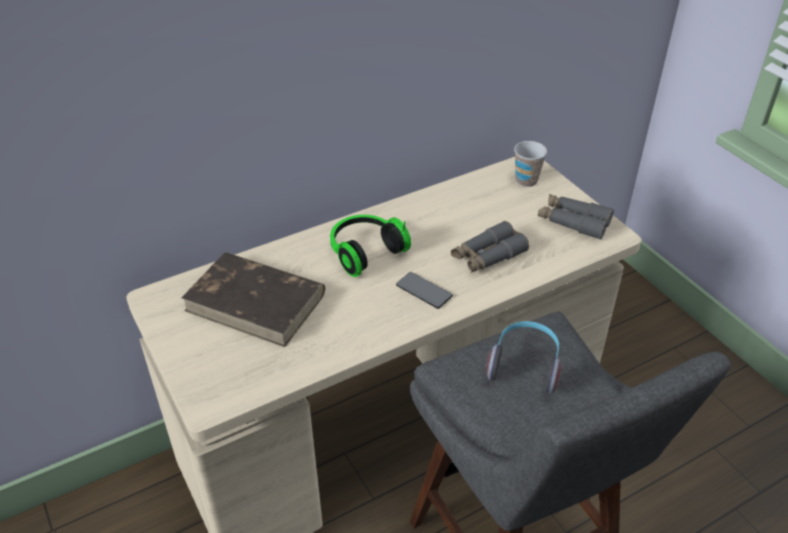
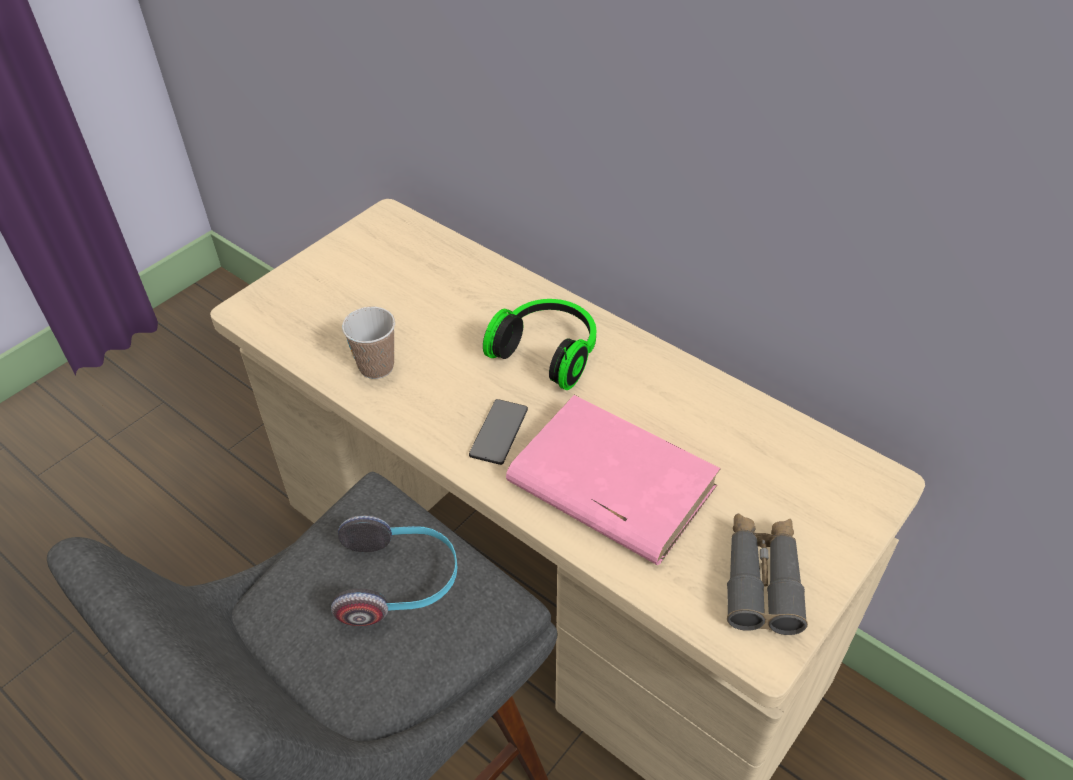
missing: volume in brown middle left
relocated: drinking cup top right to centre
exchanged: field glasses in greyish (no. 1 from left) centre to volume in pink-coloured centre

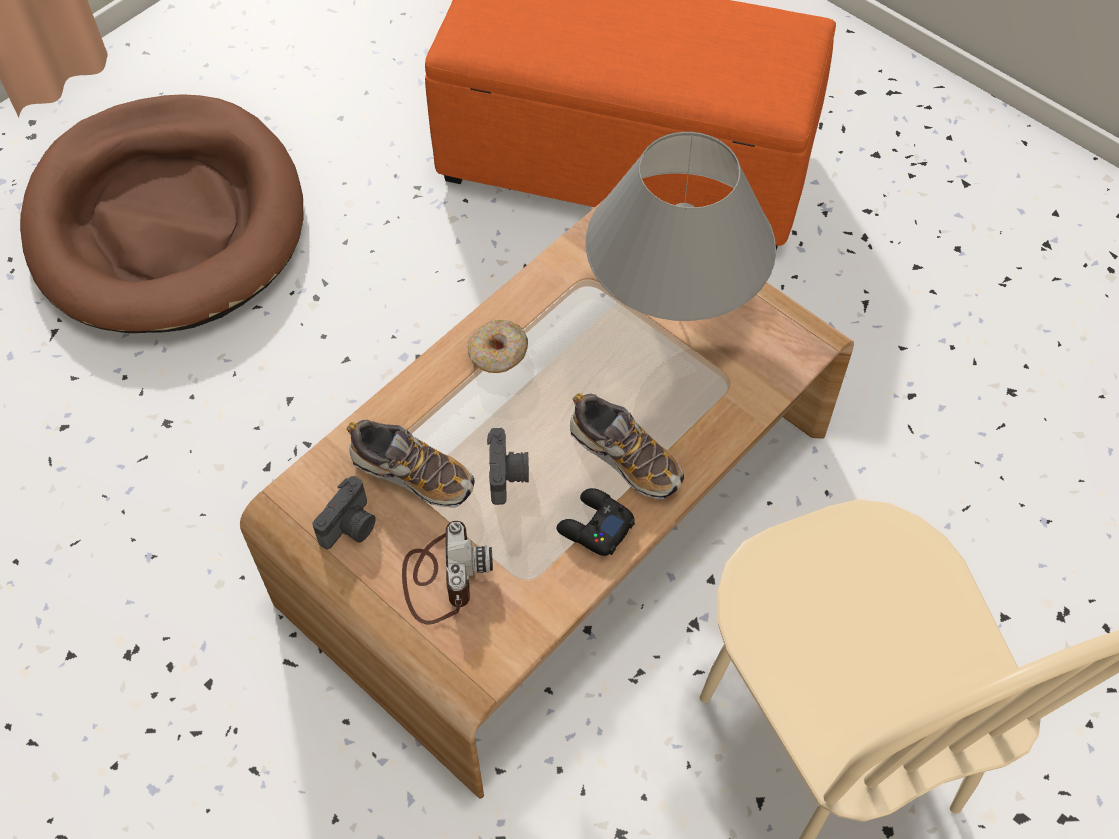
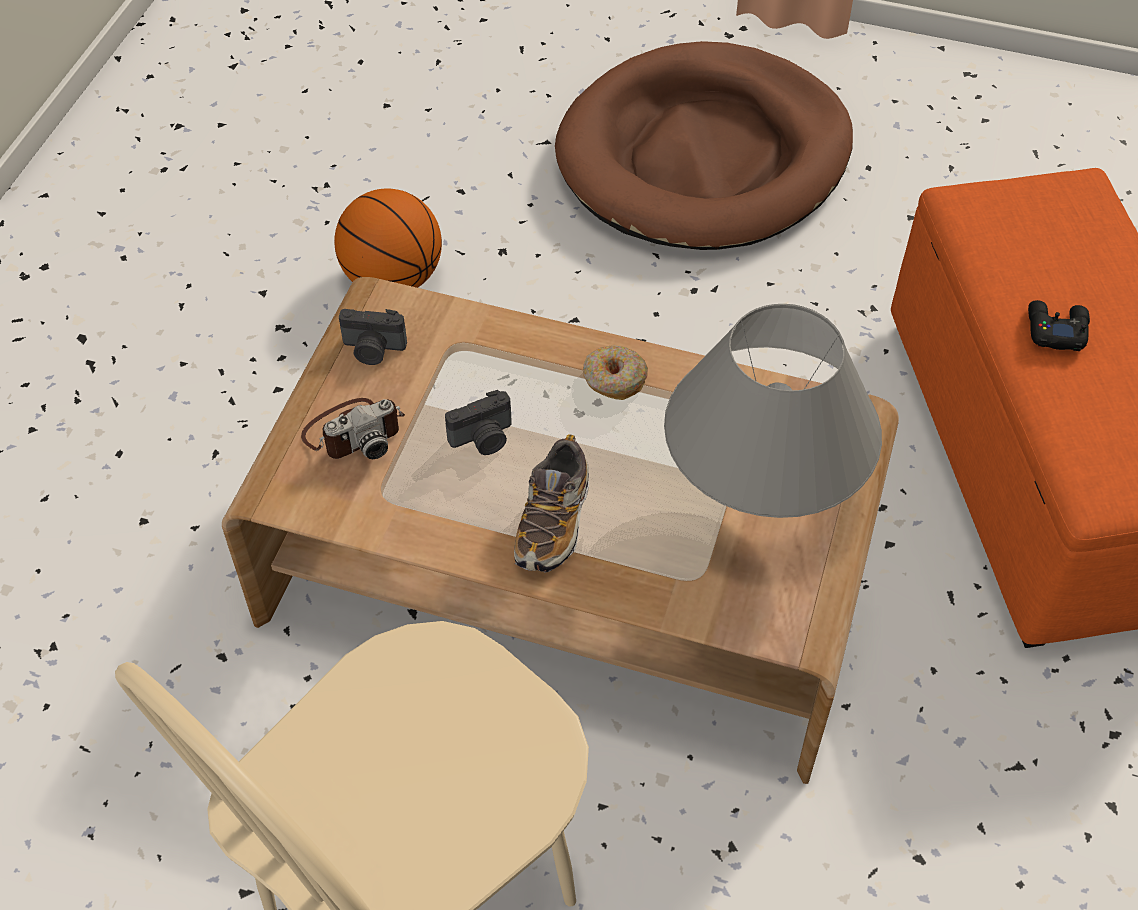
missing: shoe (no. 1 from left) centre
appeared: ball for basketball top centre
relocated: joypad in black centre to middle right

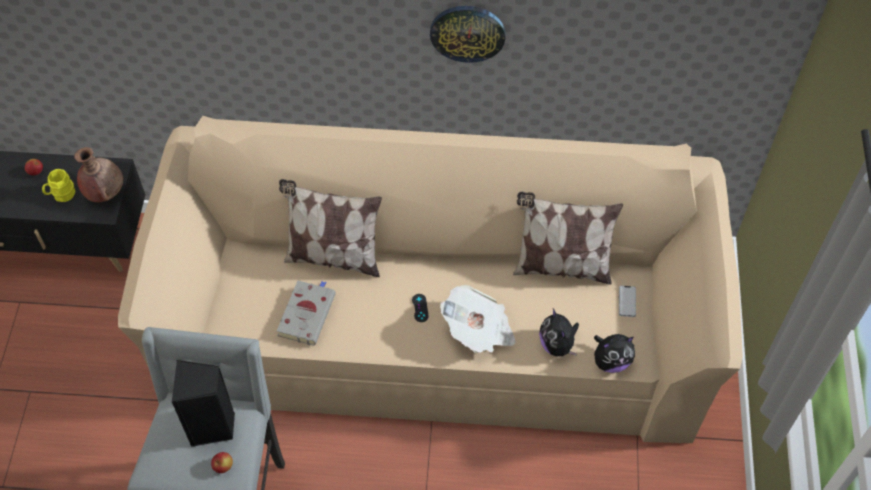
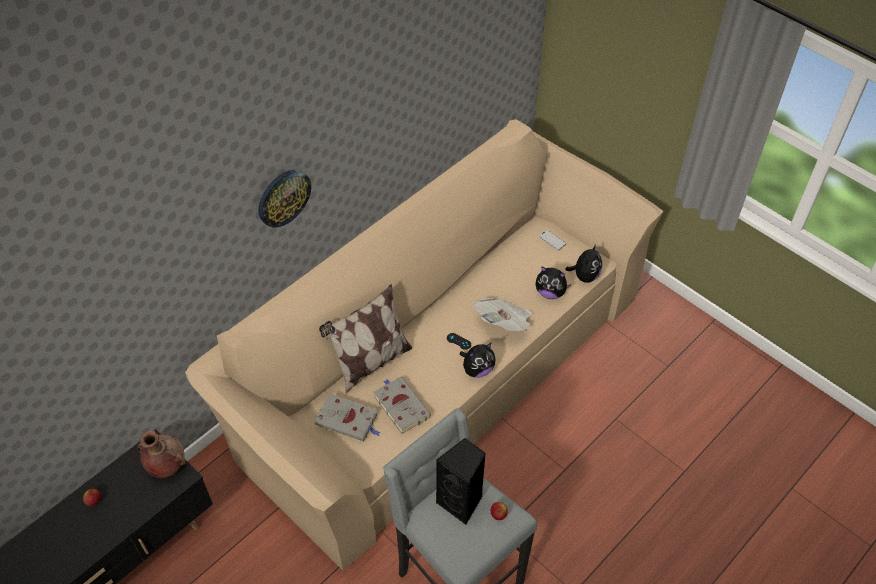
missing: mug in yellow-coloured middle left; throw pillow (no. 2 from left) centre
appeared: volume in greyish (no. 1 from left) bottom centre; cuddly toy (no. 1 from left) centre
relocated: wall clock top centre to middle left

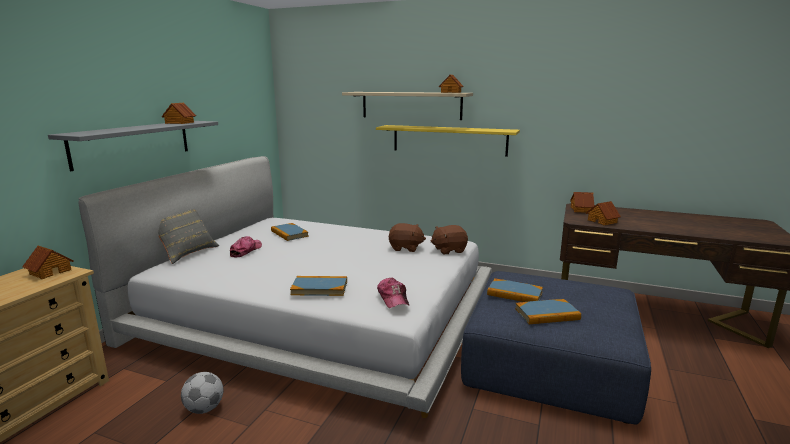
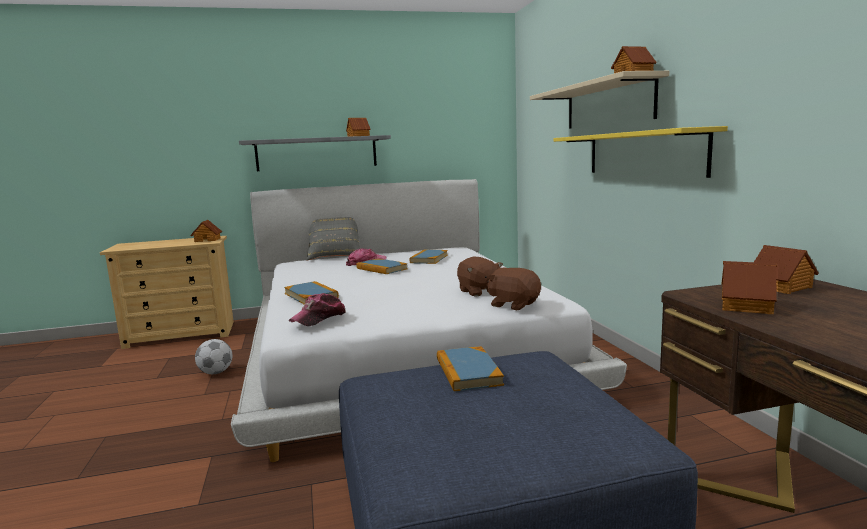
relocated: volume (no. 4 from left in the first image) bottom right to volume (no. 2 from left) centre

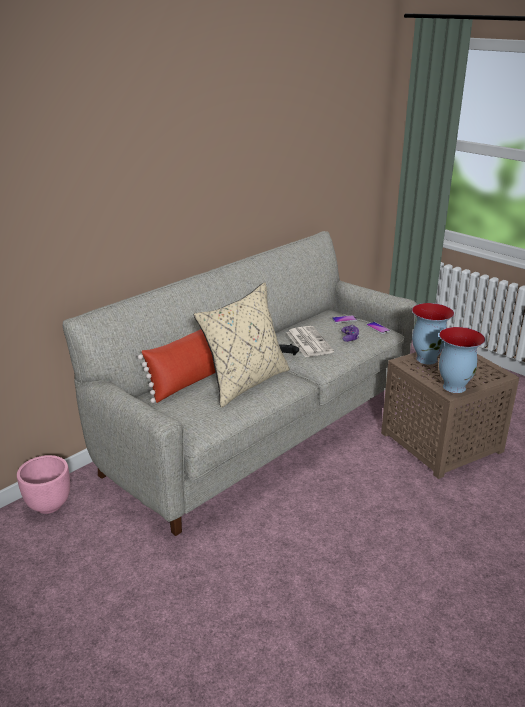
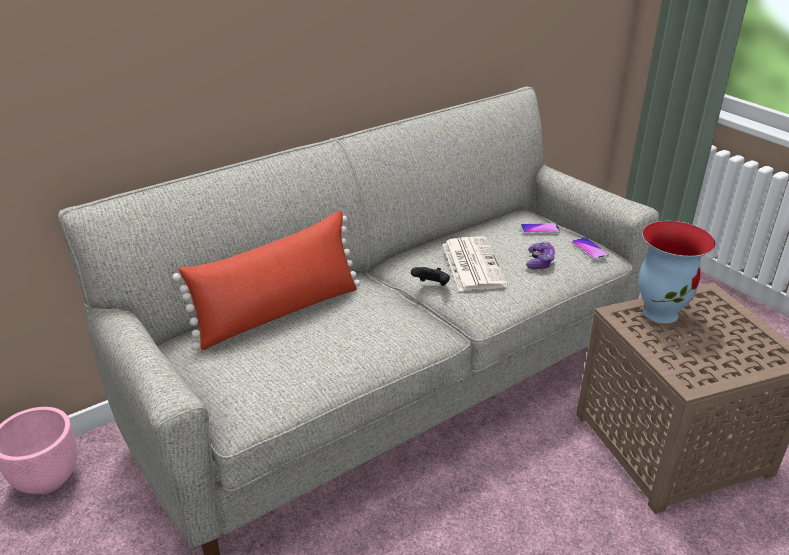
missing: throw pillow in beige centre; flower vase (no. 2 from left) middle right

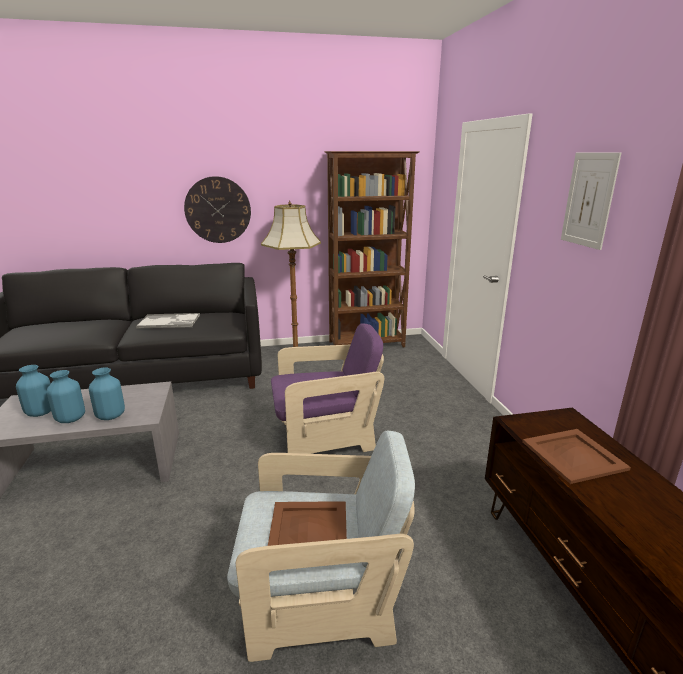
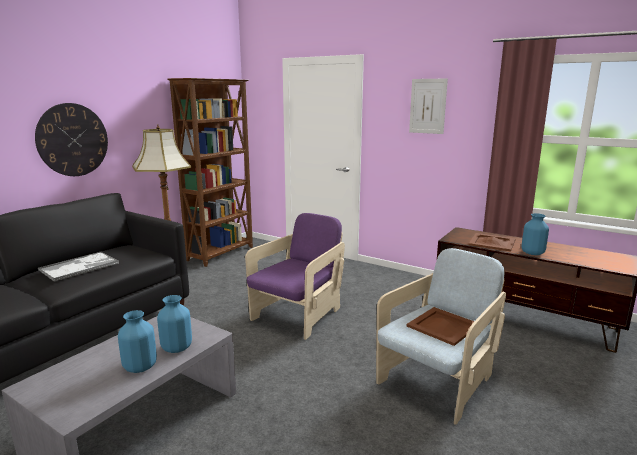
relocated: flower vase in blue (no. 1 from left in the first image) middle left to flower vase in blue (no. 3 from left) middle right

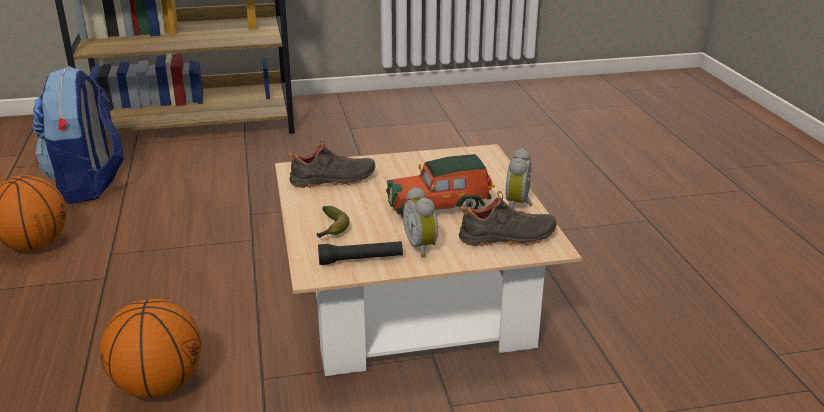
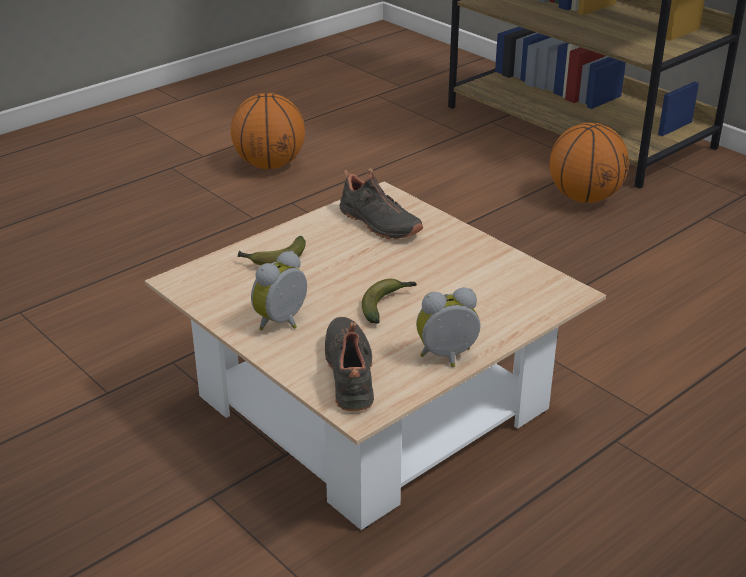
missing: knapsack top left; flashlight in black centre
relocated: ball for basketball (no. 2 from left) bottom left to top right
exchanged: miniature car centre to banana fruit (no. 2 from left) centre
spun: shoe in black (no. 2 from left in the first image) centre = centre 150 degrees counterclockwise

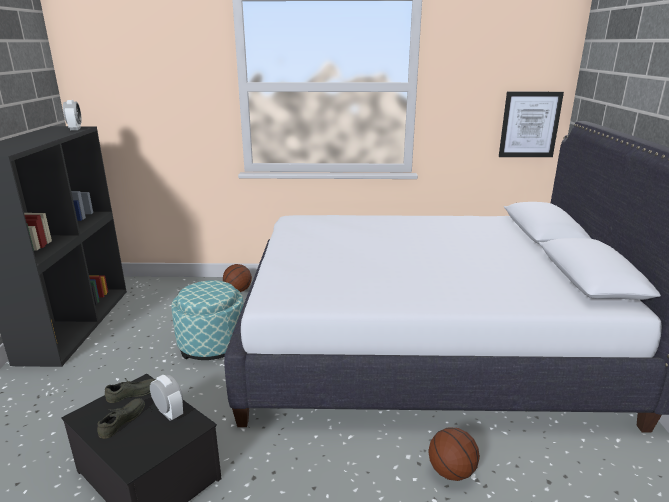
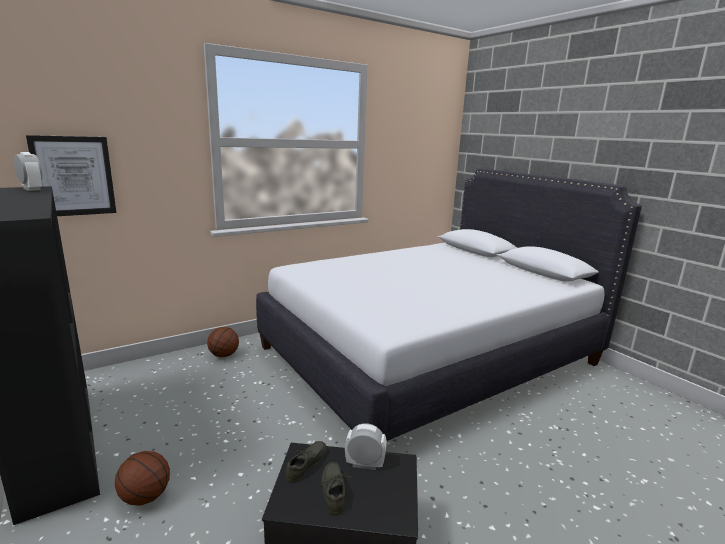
missing: footrest middle left
relocated: ball for basketball (no. 2 from left in the first image) bottom right to ball for basketball (no. 1 from left) bottom left; picture top right to top left

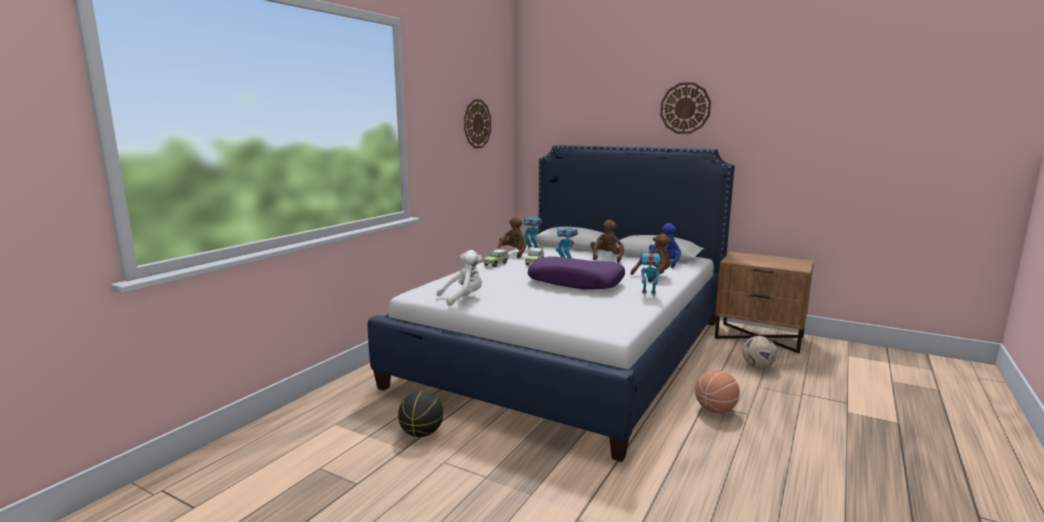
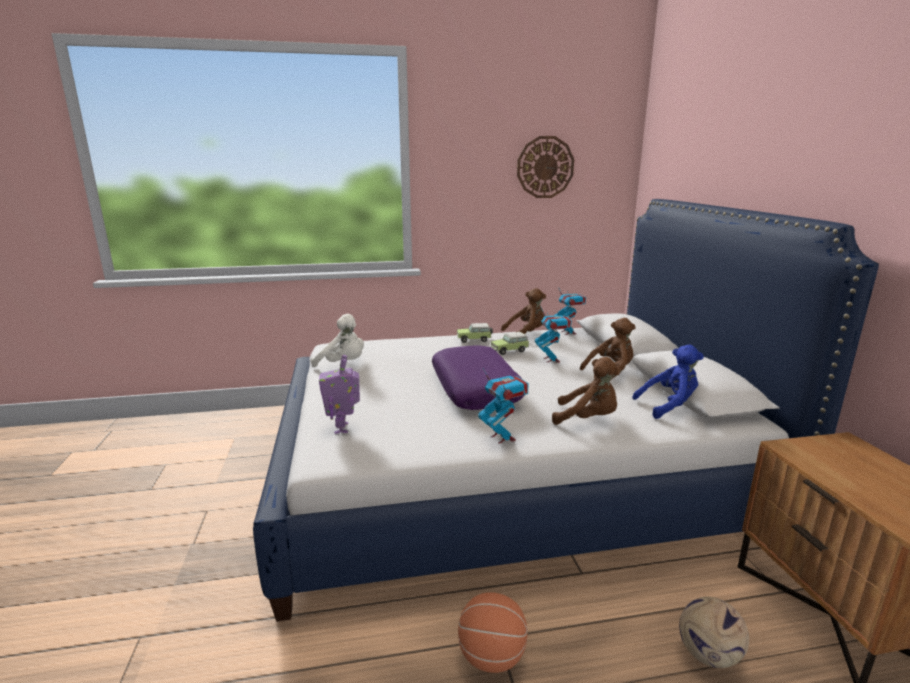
missing: ball for basketball (no. 1 from left) bottom centre; wall clock (no. 2 from left) top centre
appeared: robot figure (no. 1 from left) centre

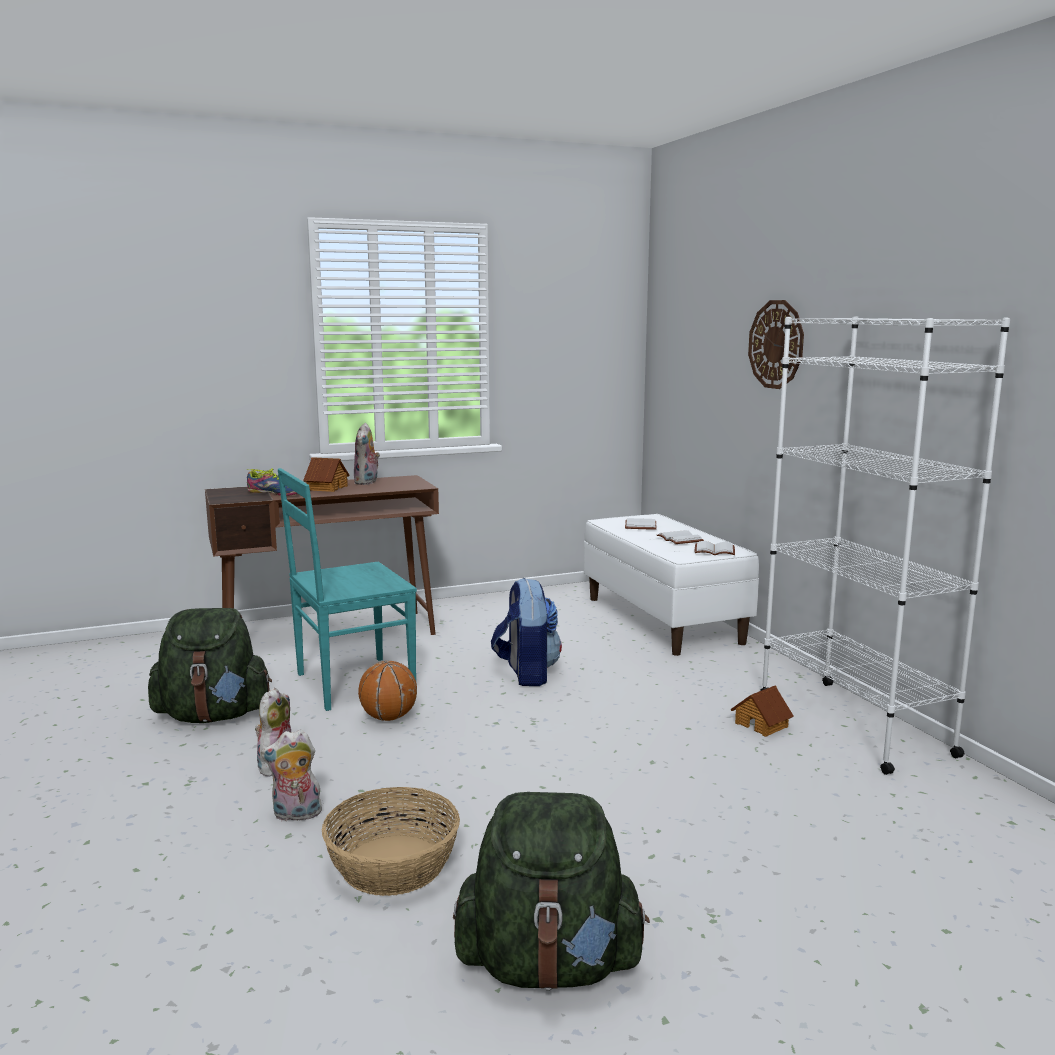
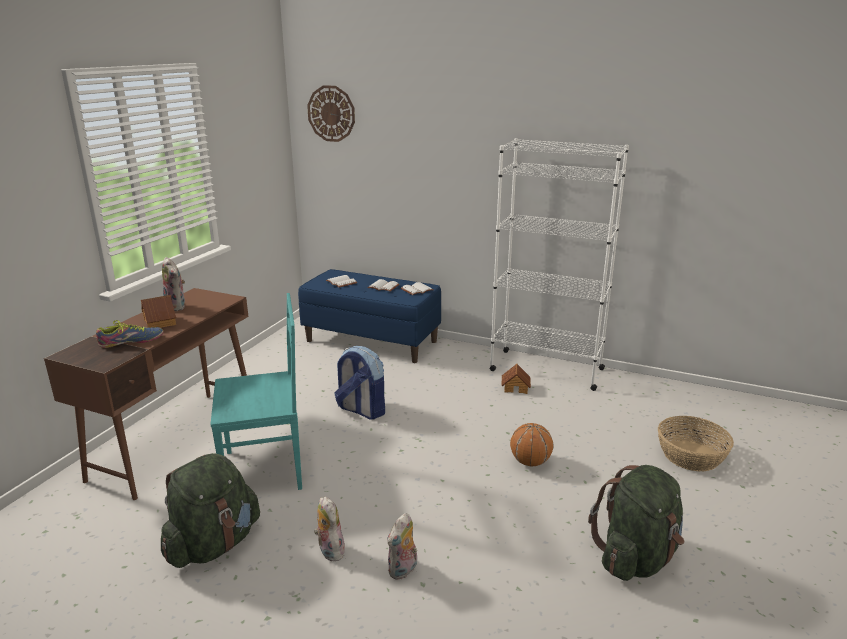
relocated: storage basket bottom centre to bottom right; ball for basketball centre to bottom centre; wall clock top right to top centre
colour: indoor bench in whitish centre to indoor bench in blue centre
spun: plain chair in turquoise middle left = middle left 120 degrees counterclockwise

